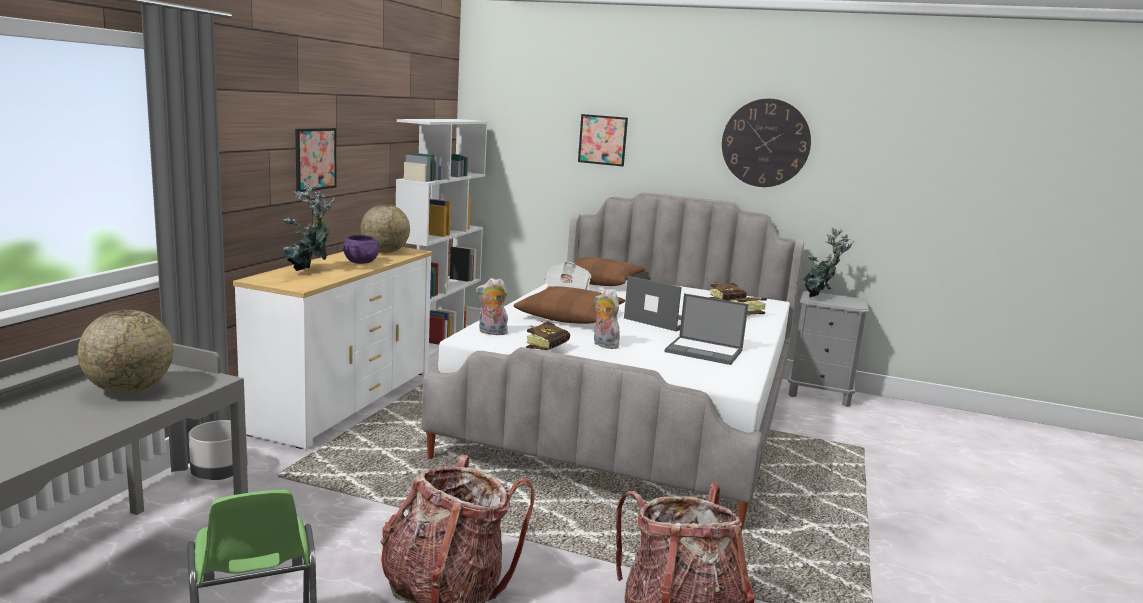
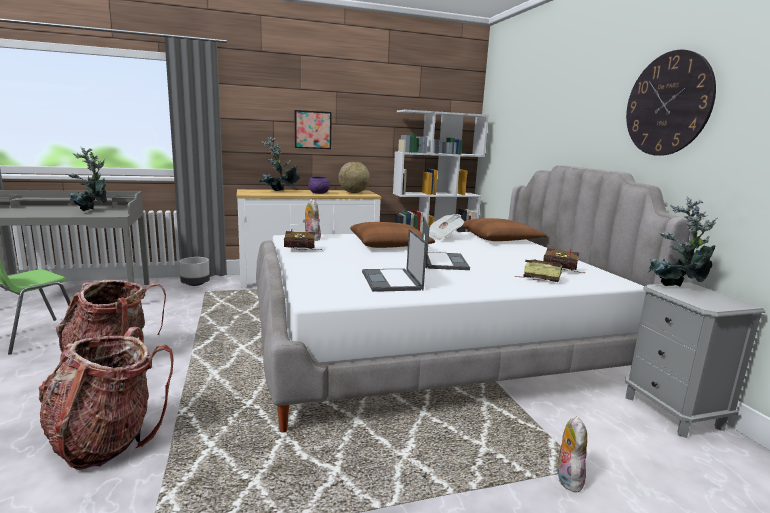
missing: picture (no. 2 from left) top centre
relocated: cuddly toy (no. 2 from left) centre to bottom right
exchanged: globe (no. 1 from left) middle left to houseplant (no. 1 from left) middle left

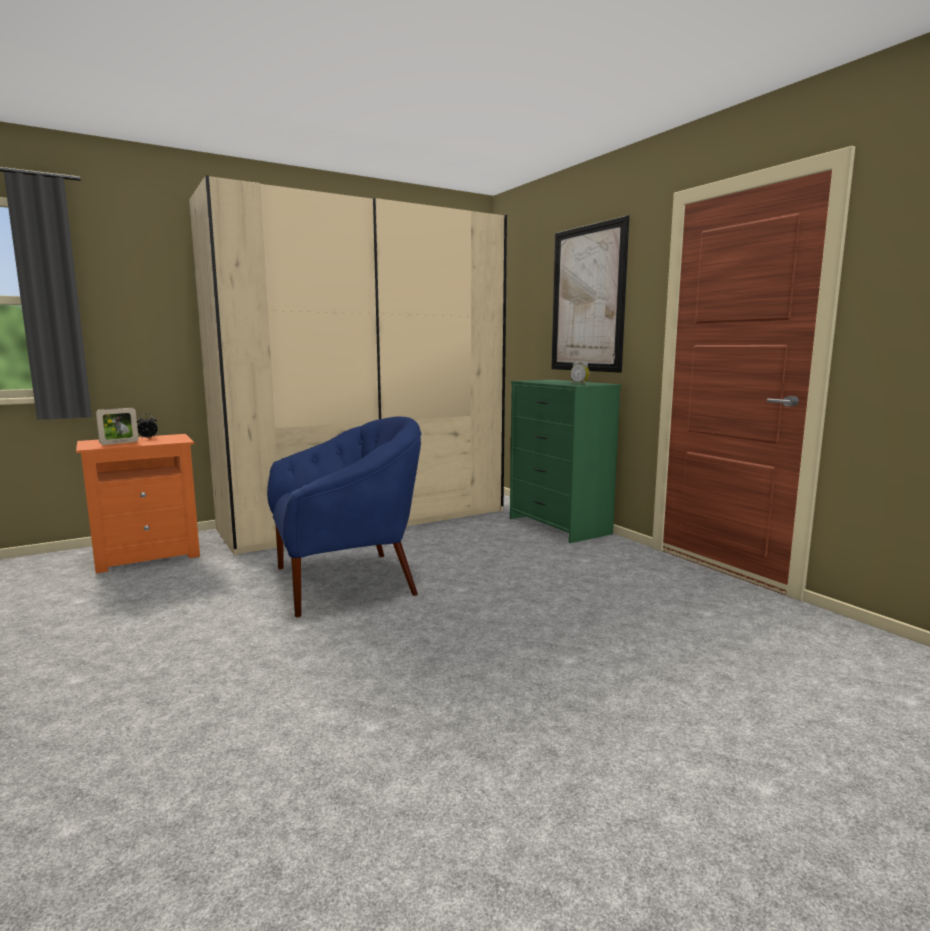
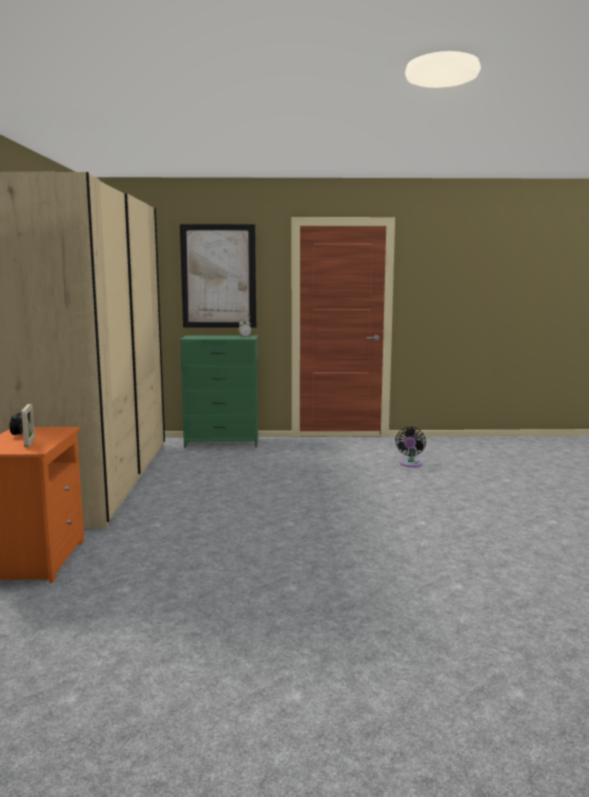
missing: easy chair in blue centre
appeared: cooling fan in black middle right

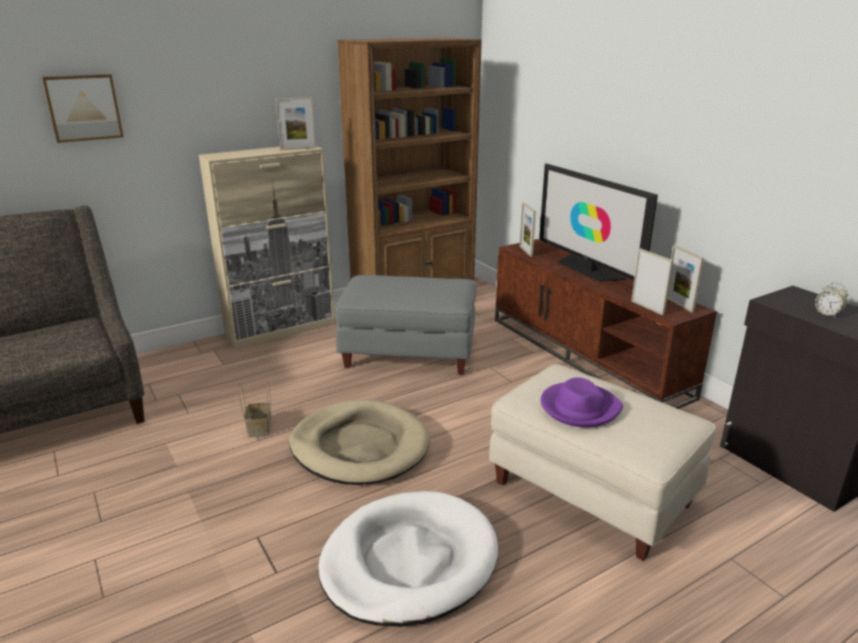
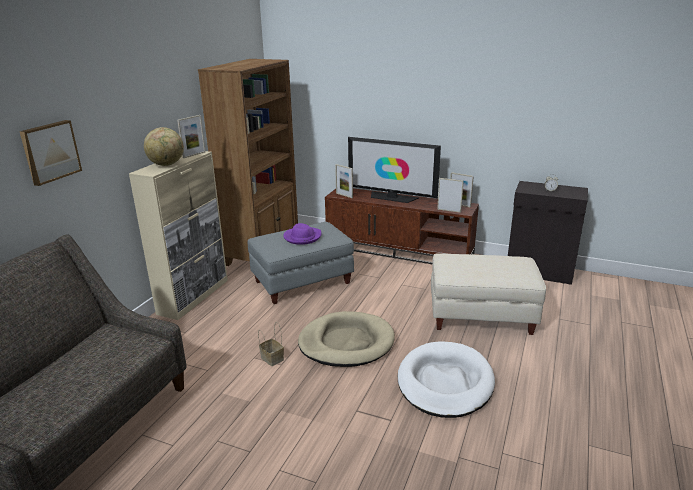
appeared: globe top left
relocated: clothing hat in purple middle right to centre

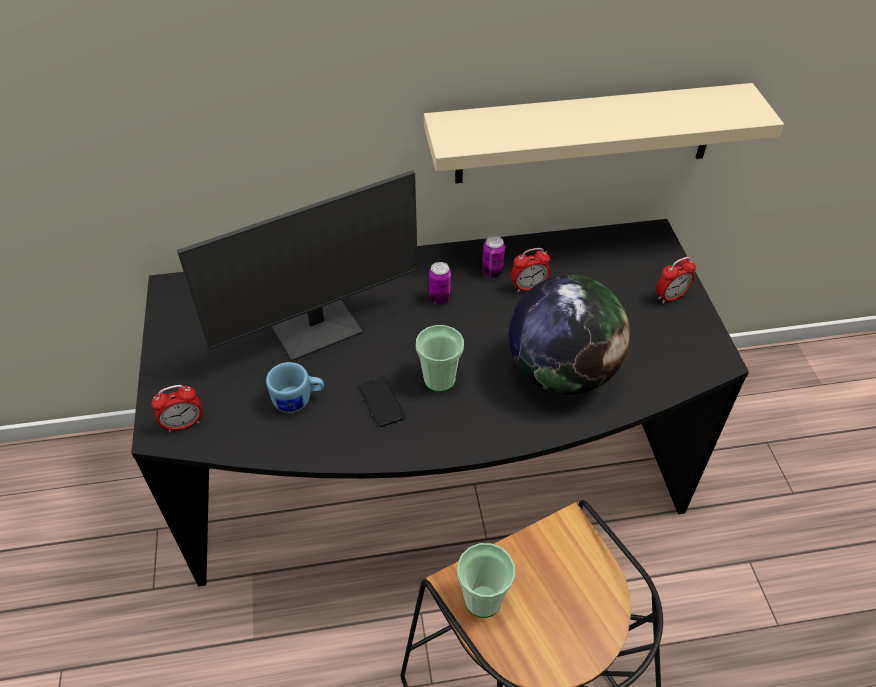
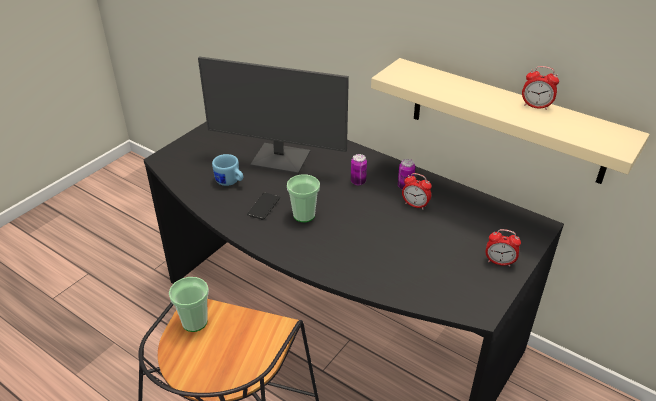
missing: globe centre
relocated: table clock (no. 1 from left in the first image) middle left to table clock (no. 3 from left) top right

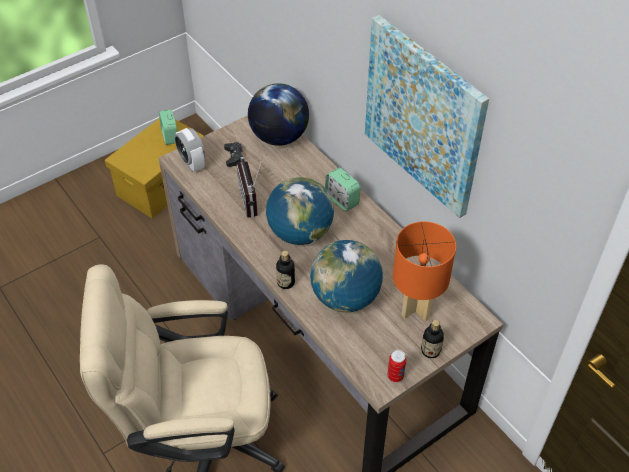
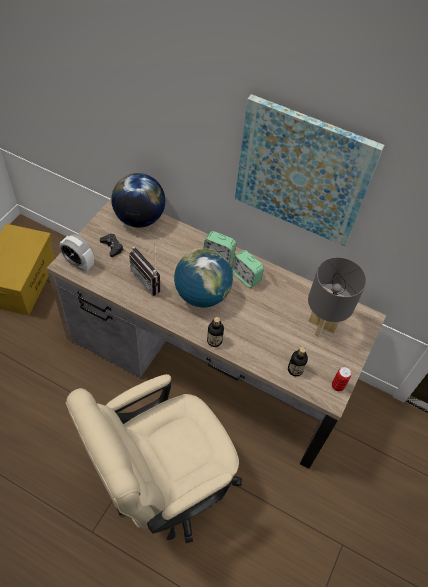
missing: globe (no. 3 from left) centre
relocated: table clock (no. 1 from left in the first image) top left to table clock (no. 3 from left) centre; beverage bottle (no. 2 from left) bottom right to middle right
colour: table lamp in orangey middle right to table lamp in greyish middle right

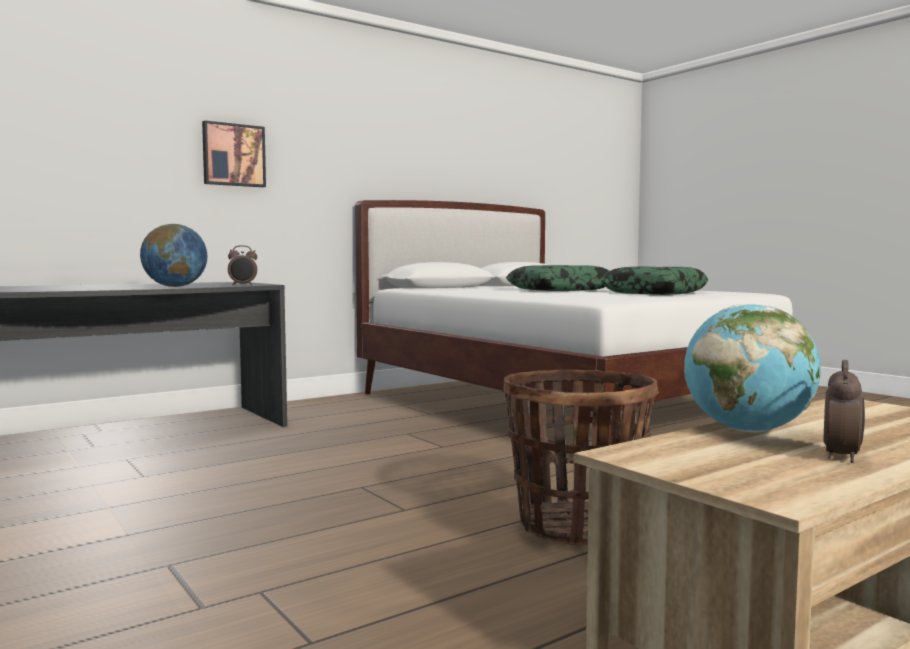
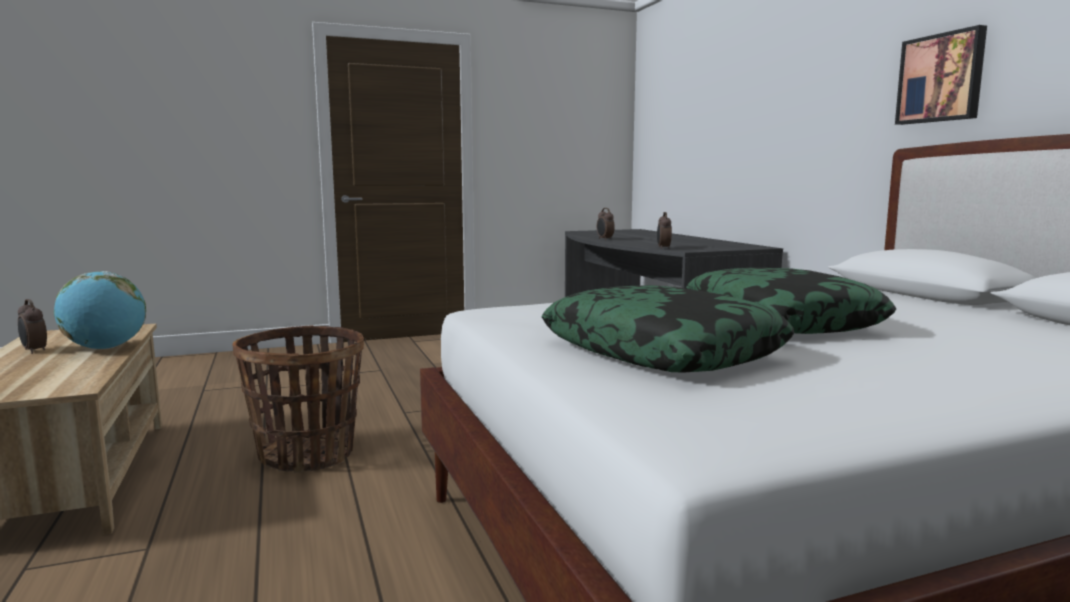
missing: globe (no. 1 from left) middle left
appeared: table clock (no. 2 from left) centre
relocated: picture top left to top right

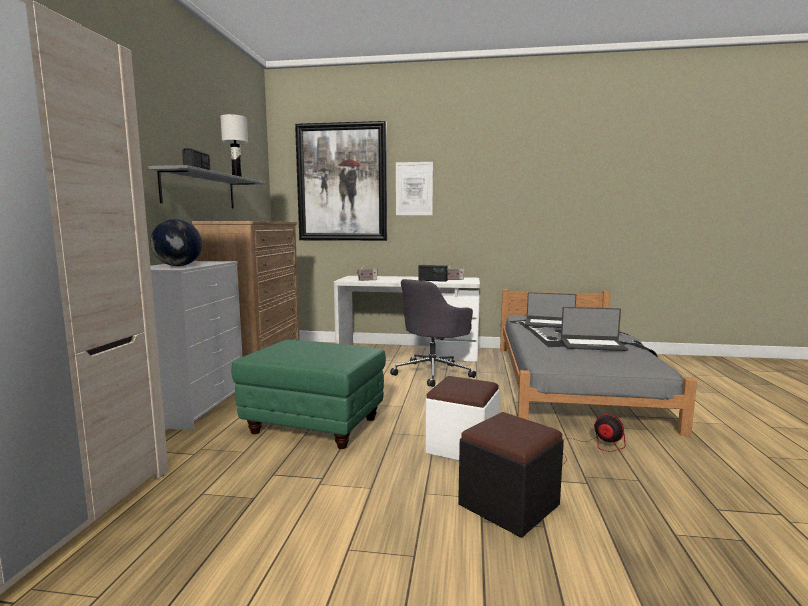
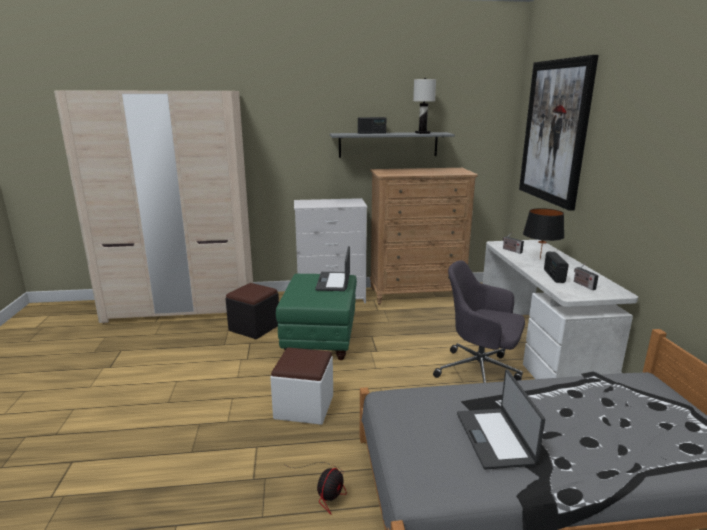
missing: globe middle left; picture (no. 2 from left) top centre
appeared: table lamp in black middle right
relocated: footrest in black bottom centre to centre; notebook computer (no. 1 from left) middle right to centre

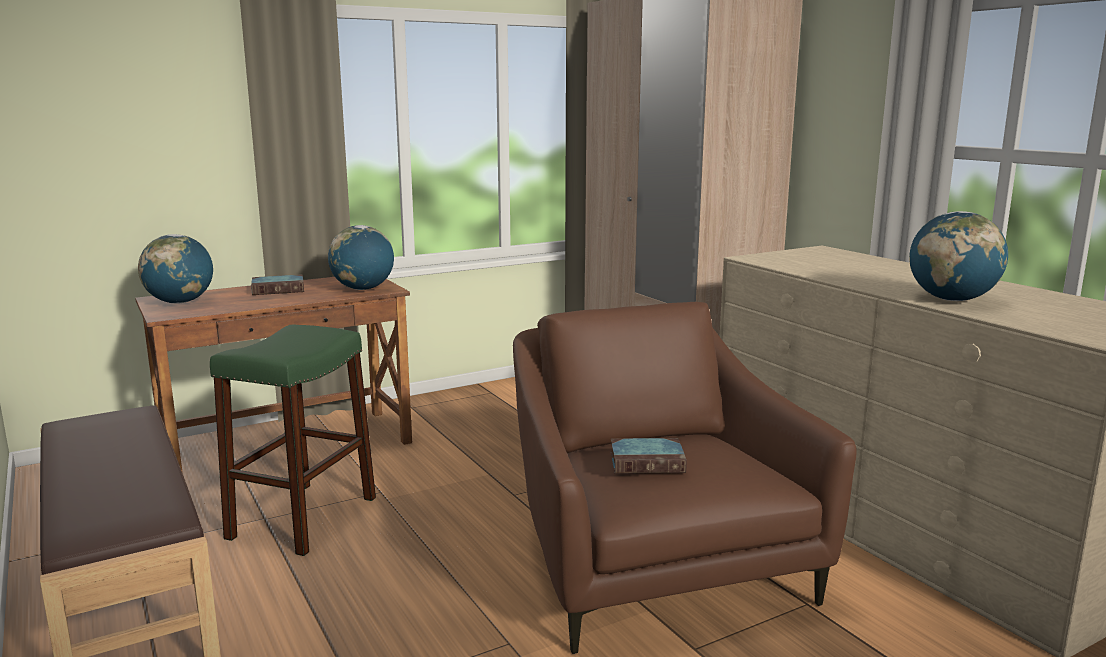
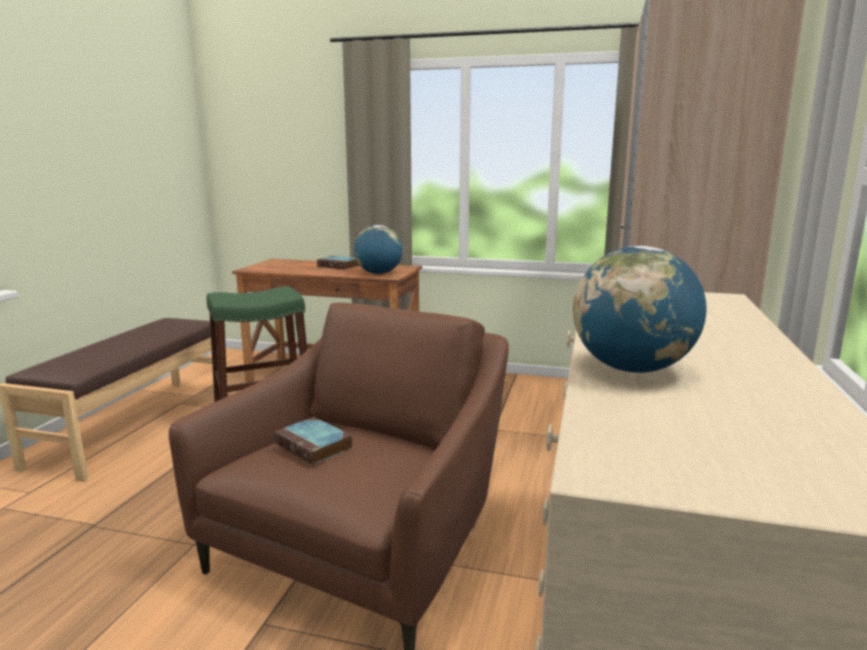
missing: globe (no. 1 from left) middle left

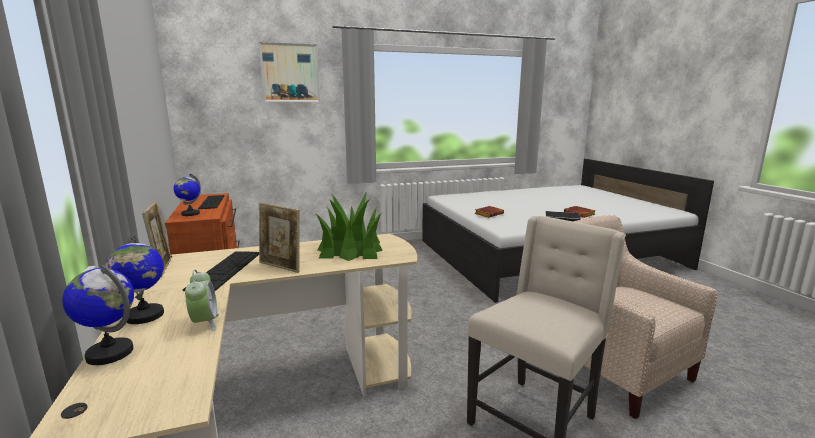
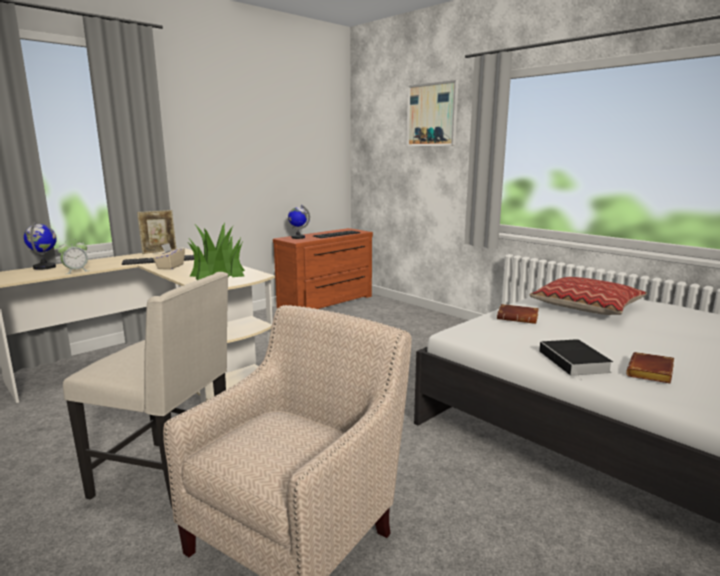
missing: globe (no. 2 from left) middle left
appeared: throw pillow middle right
exchanged: photo frame (no. 2 from left) centre to box of tissues in beige middle left

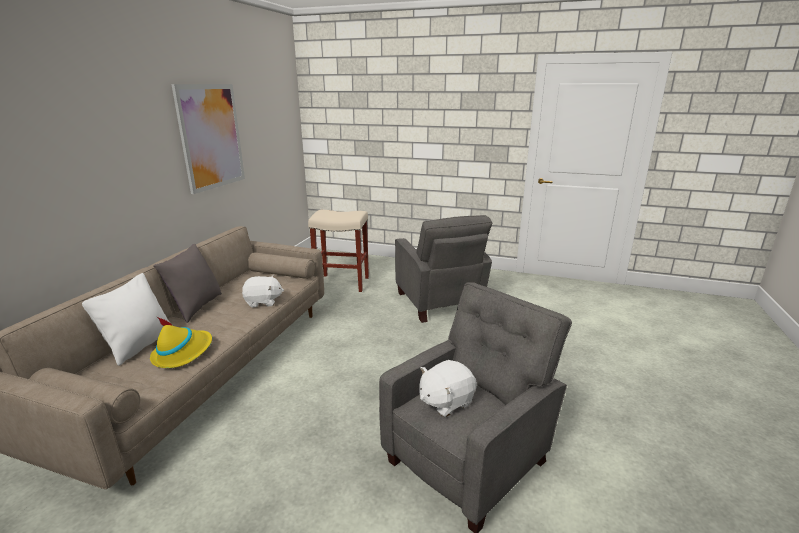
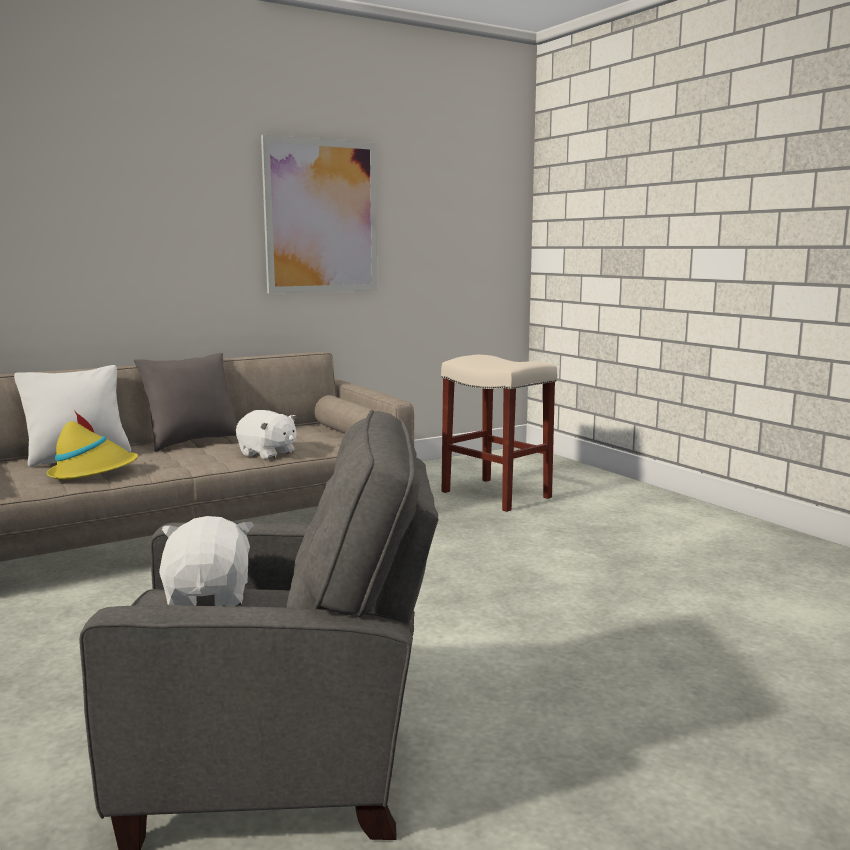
missing: easy chair in greyish (no. 1 from left) centre
spun: cuddly toy in whitish (no. 2 from left in the first image) bottom centre = middle left 75 degrees clockwise

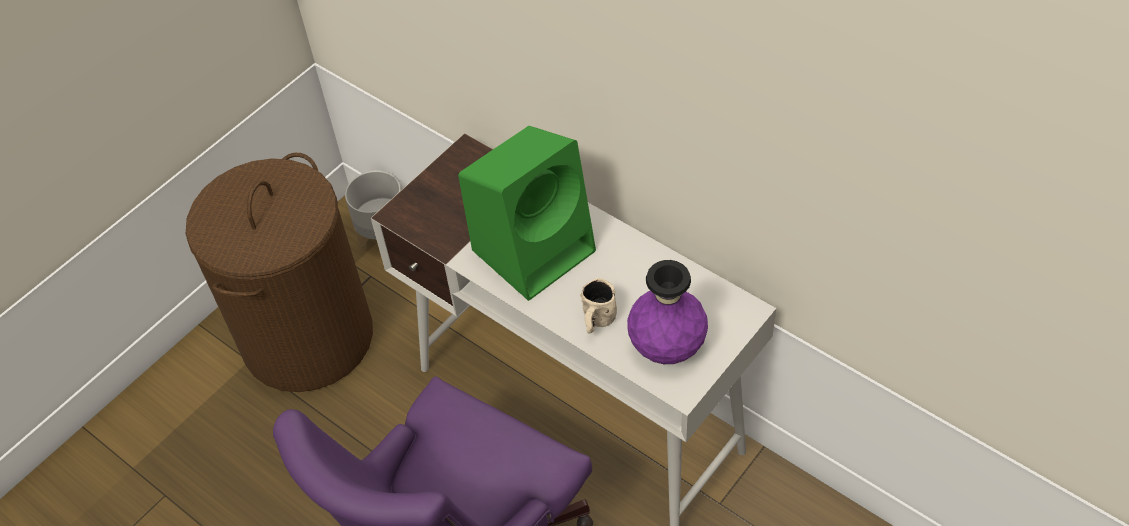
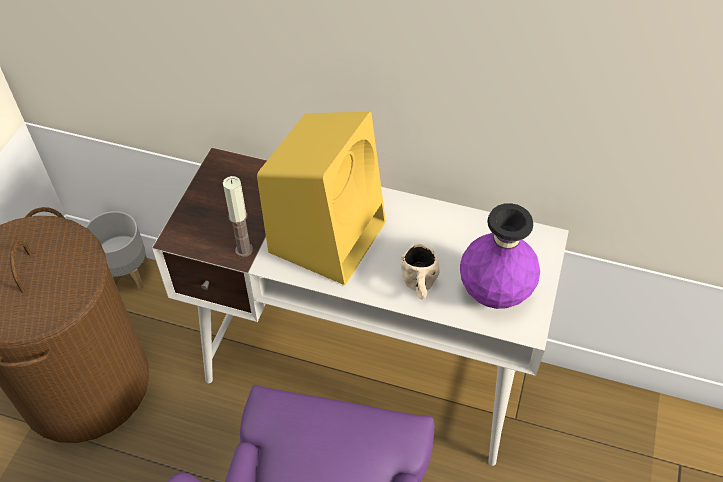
appeared: wax light middle left
colour: loudspeaker in green centre to loudspeaker in yellow-coloured centre

